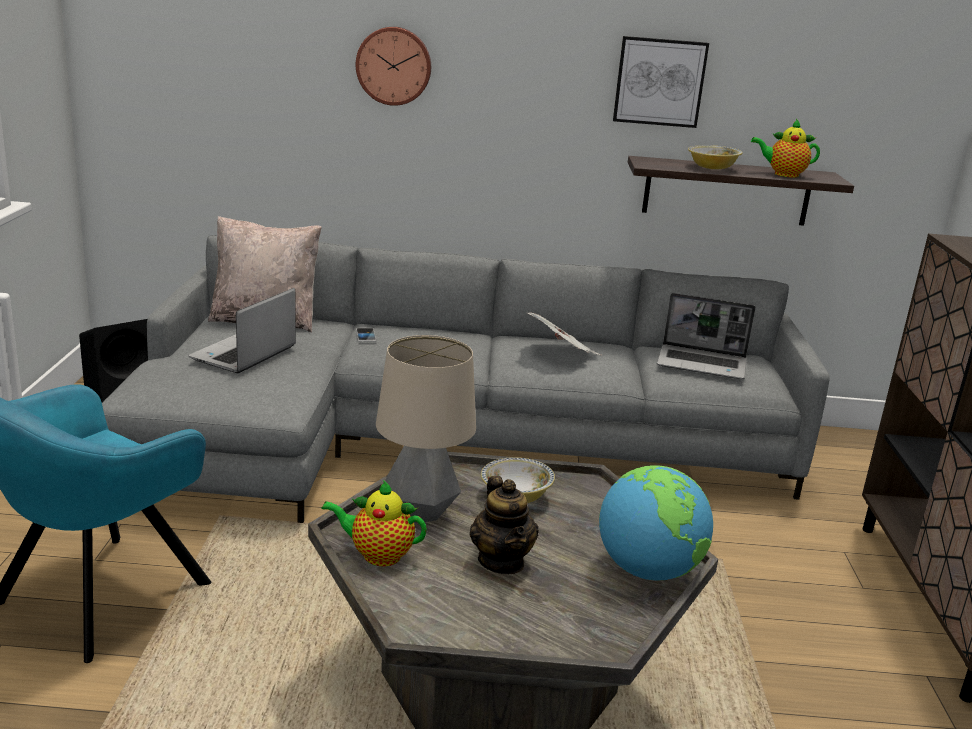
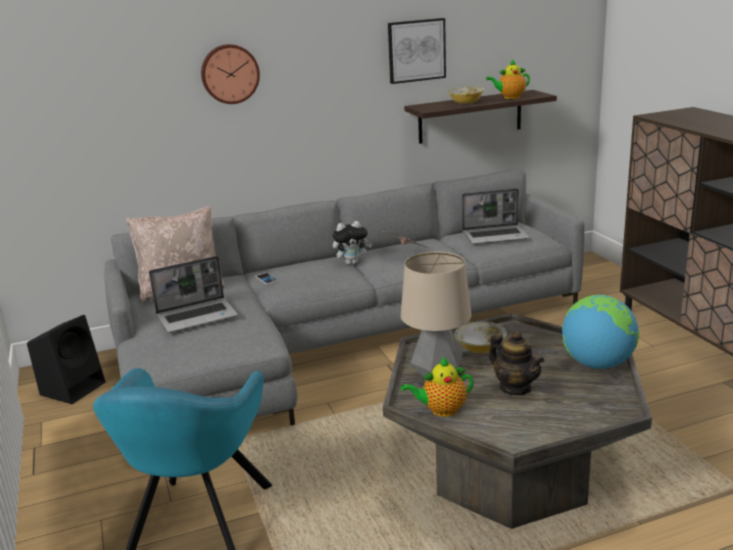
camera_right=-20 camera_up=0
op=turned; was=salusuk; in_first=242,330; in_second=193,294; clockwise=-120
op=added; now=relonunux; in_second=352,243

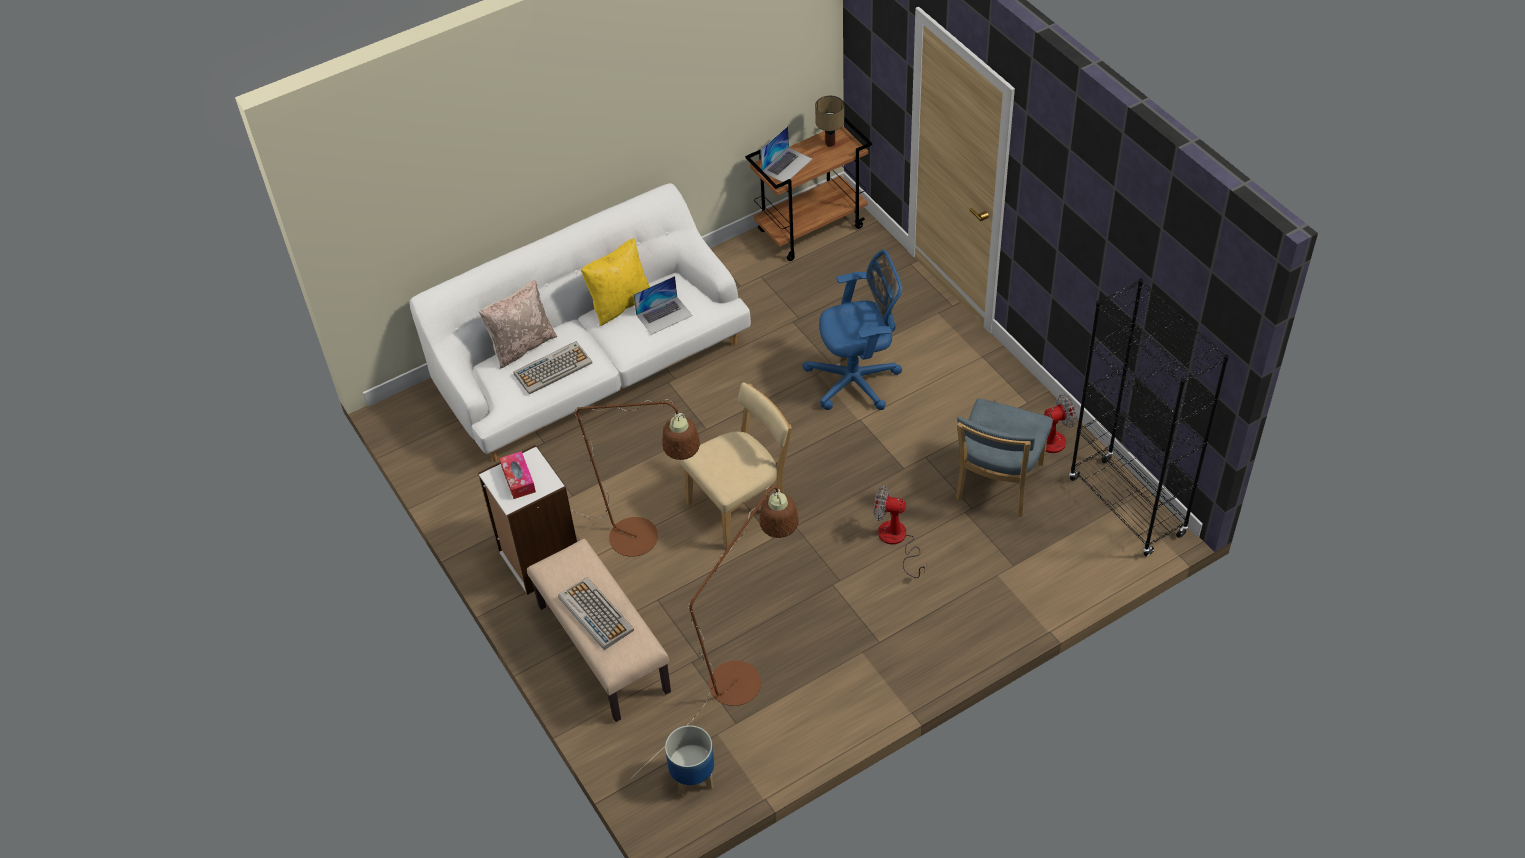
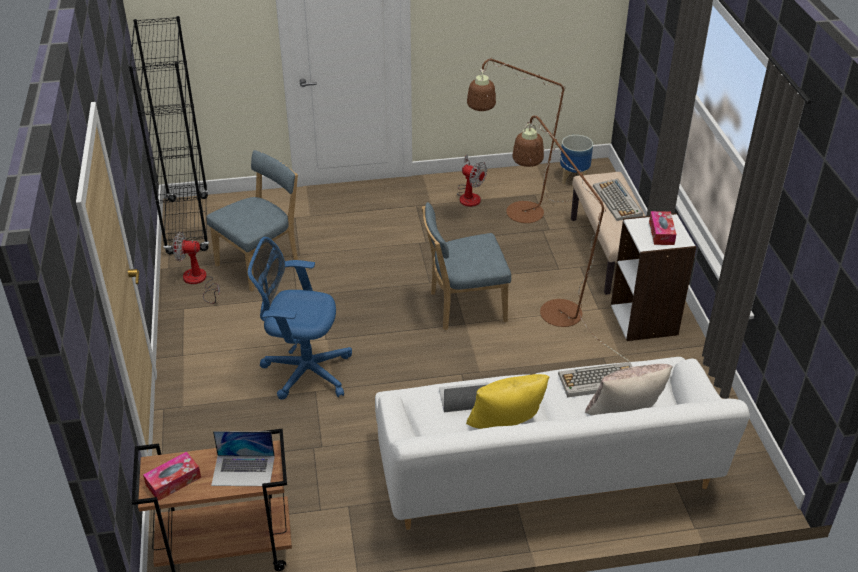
camera_right=-160 camera_up=-10
op=recoloured; was=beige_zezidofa; now=blue_zezidofa; in_first=736,466; in_second=466,266
op=turned; was=salusuk; in_first=786,154; in_second=243,458; clockwise=-150
op=replaced; was=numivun; now=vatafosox; in_first=829,121; in_second=172,476
op=moved; was=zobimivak; in_first=900,532; in_second=472,180

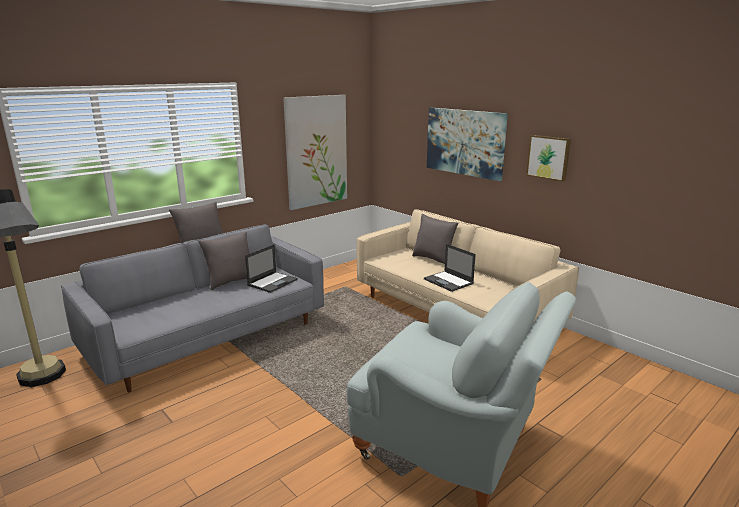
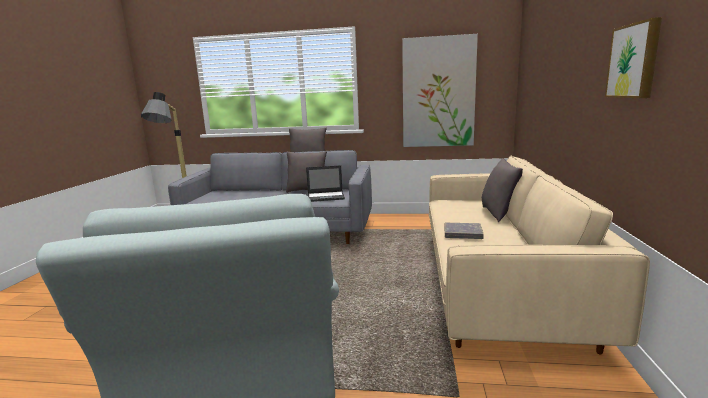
camera_right=50 camera_up=-5
op=replaced; was=salusuk; now=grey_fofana; in_first=450,268; in_second=464,231
op=removed; was=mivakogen; in_first=467,144

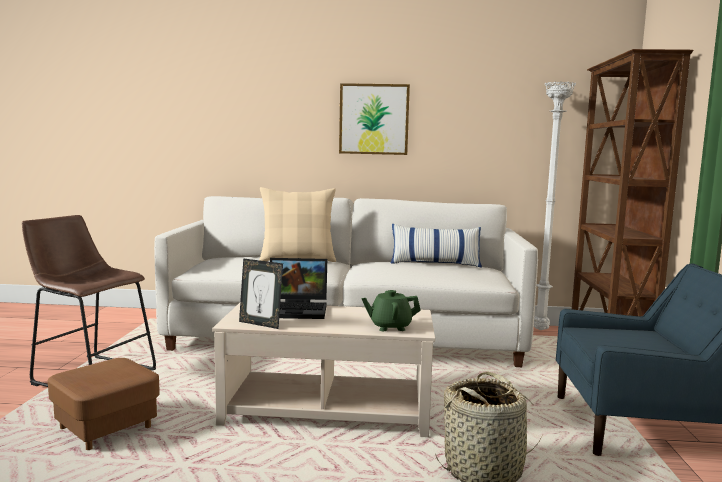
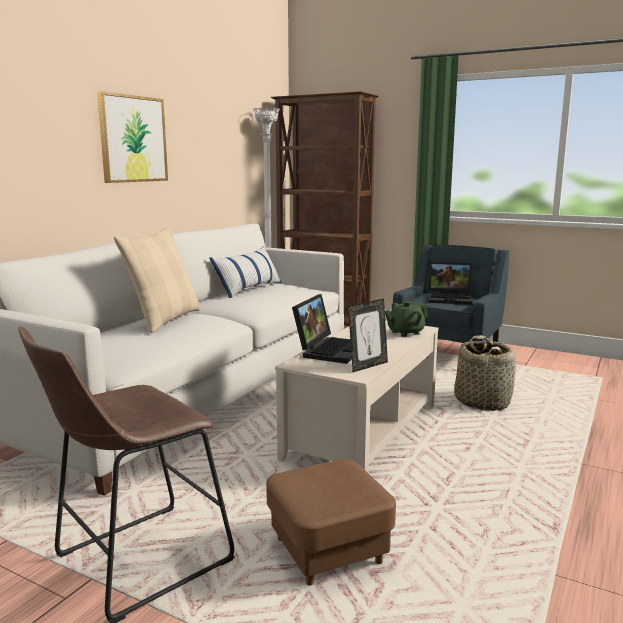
camera_right=-65 camera_up=5
op=turned; was=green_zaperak; in_first=391,310; in_second=406,319; clockwise=45
op=added; now=salusuk; in_second=450,283

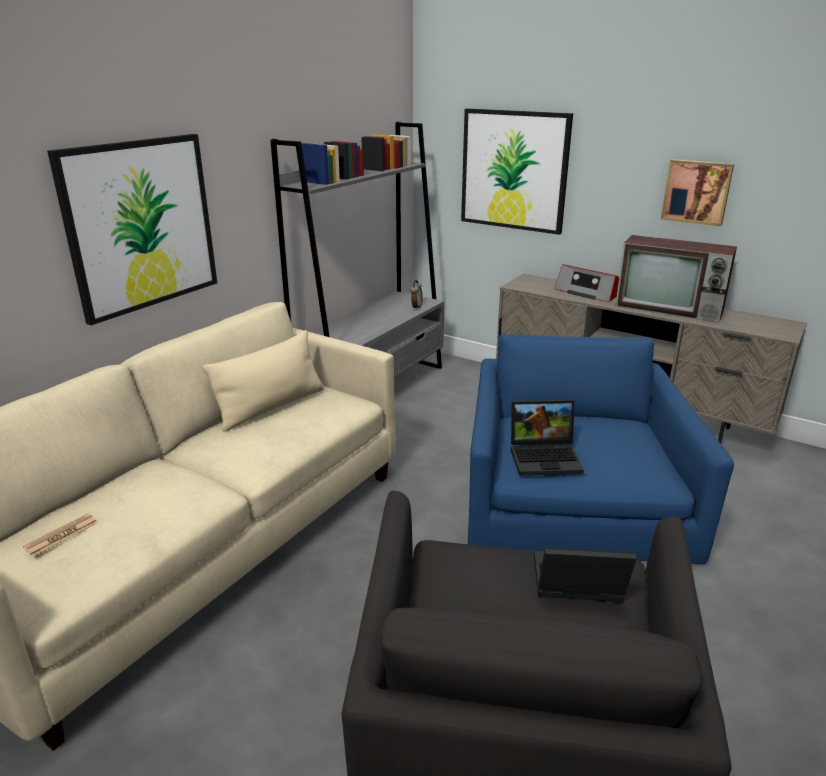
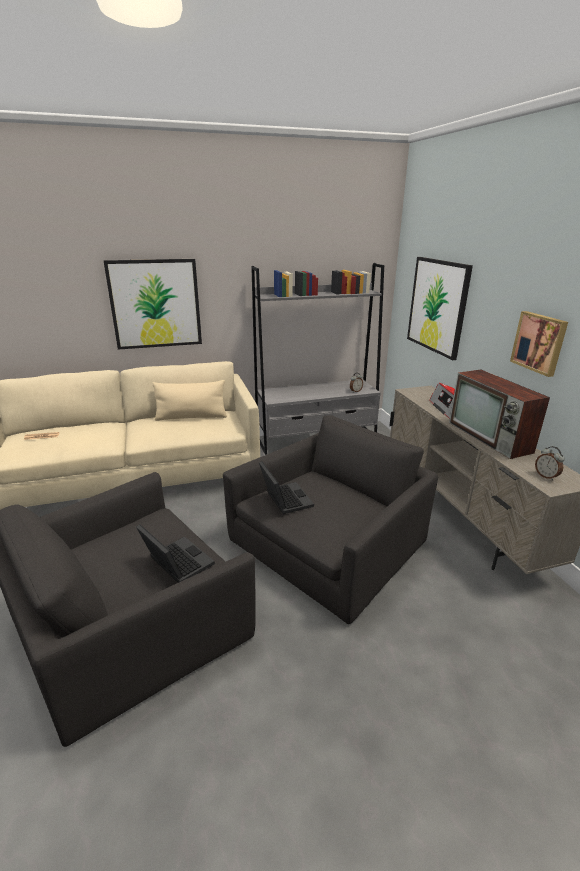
camera_right=40 camera_up=0
op=recoloured; was=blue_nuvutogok; now=black_nuvutogok; in_first=601,449; in_second=330,519
op=turned; was=salusuk; in_first=547,438; in_second=286,487; clockwise=-150
op=added; now=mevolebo; in_second=550,463

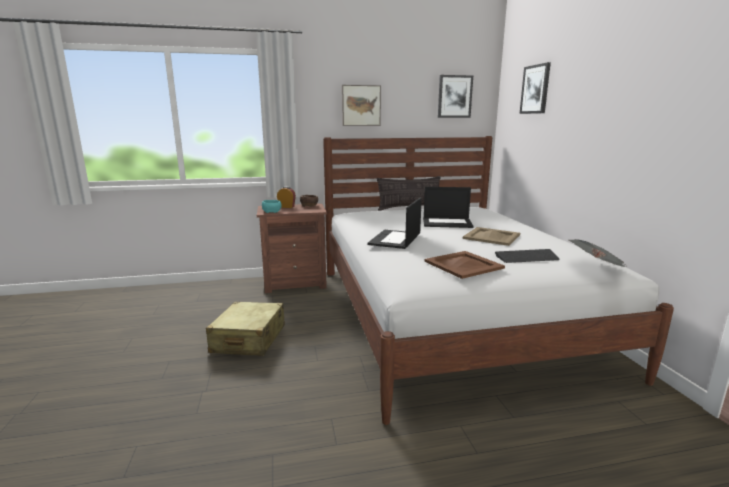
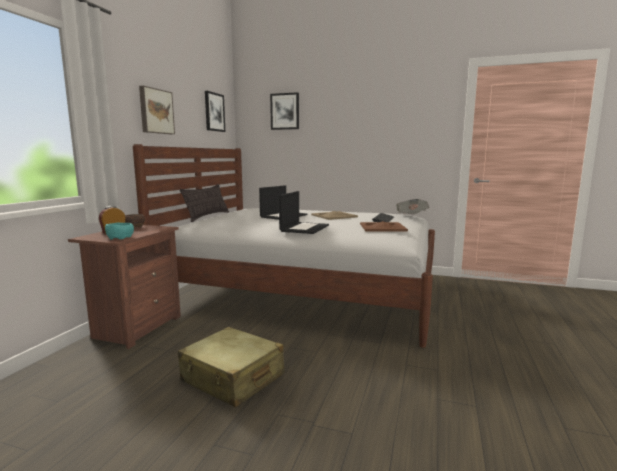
camera_right=-60 camera_up=-5
op=turned; was=salusuk; in_first=394,223; in_second=304,212; clockwise=-120

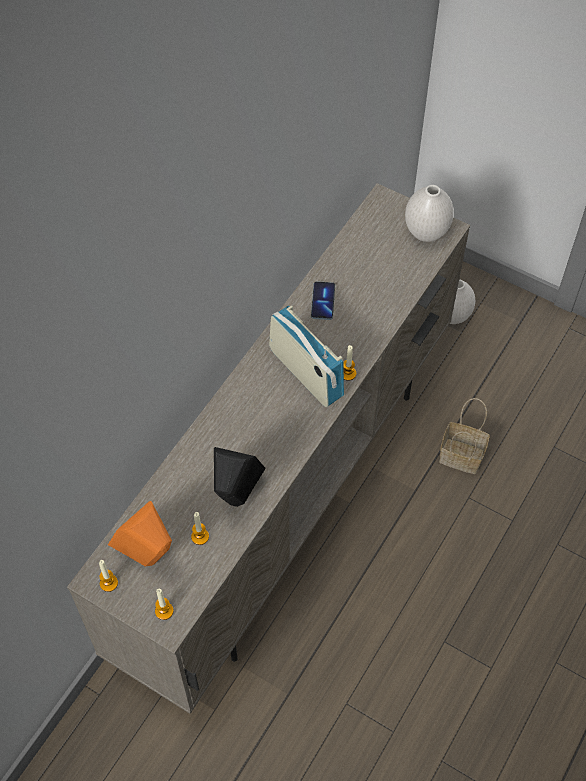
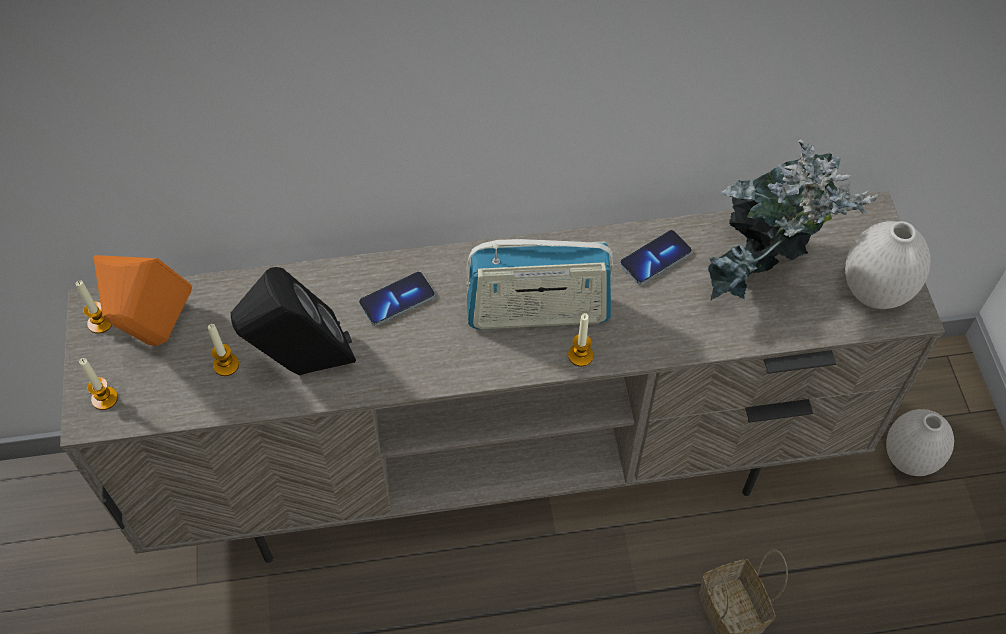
camera_right=50 camera_up=0
op=turned; was=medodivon; in_first=306,356; in_second=540,284; clockwise=75
op=added; now=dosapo; in_second=397,298
op=added; now=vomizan; in_second=793,219

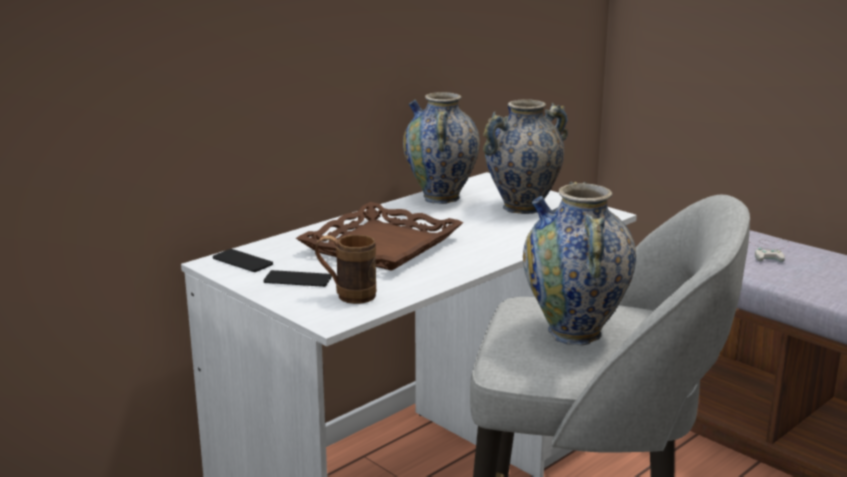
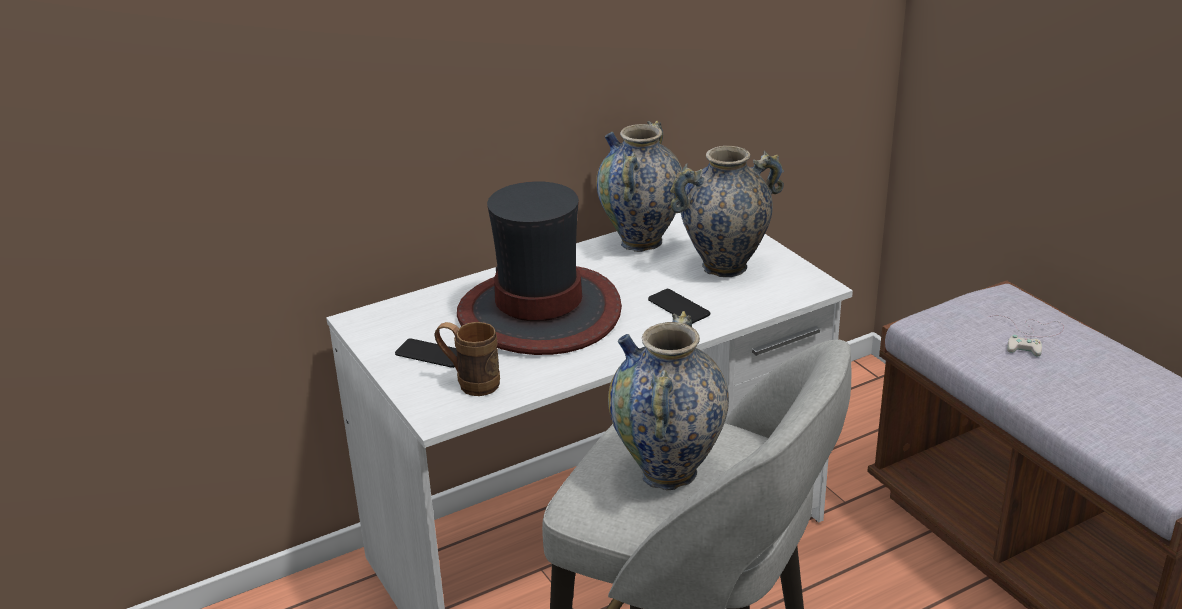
camera_right=15 camera_up=10
op=moved; was=dosapo; in_first=243,260; in_second=679,306
op=replaced; was=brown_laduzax; now=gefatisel; in_first=380,236; in_second=539,268

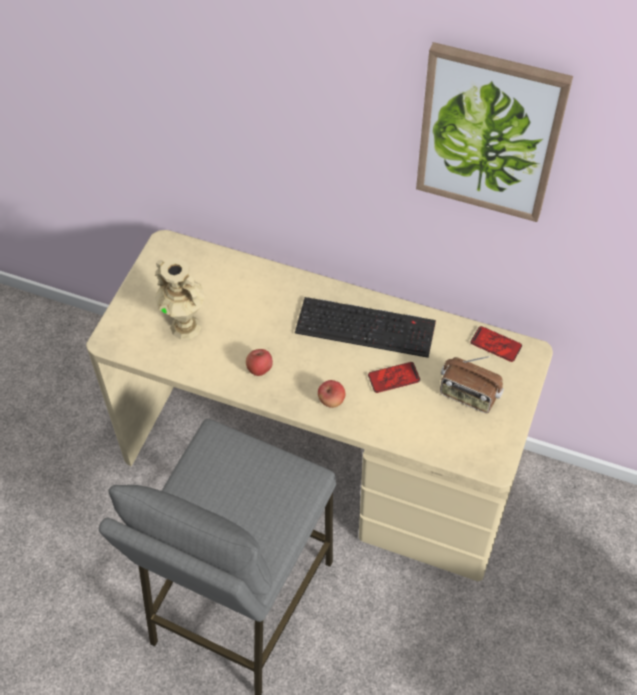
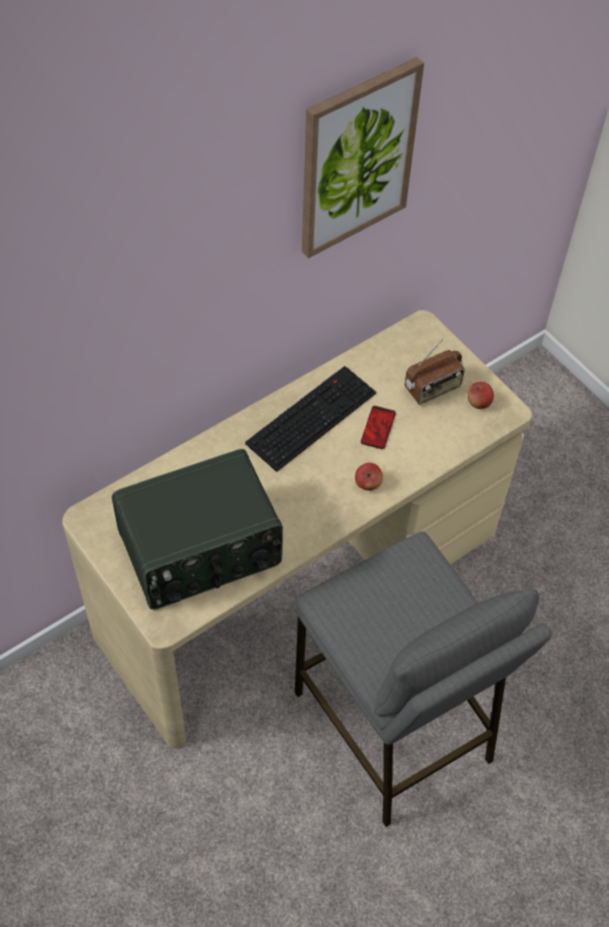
camera_right=-60 camera_up=0
op=replaced; was=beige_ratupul; now=medodivon; in_first=180,299; in_second=197,529
op=moved; was=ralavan; in_first=259,362; in_second=480,395
op=removed; was=dosapo; in_first=496,344

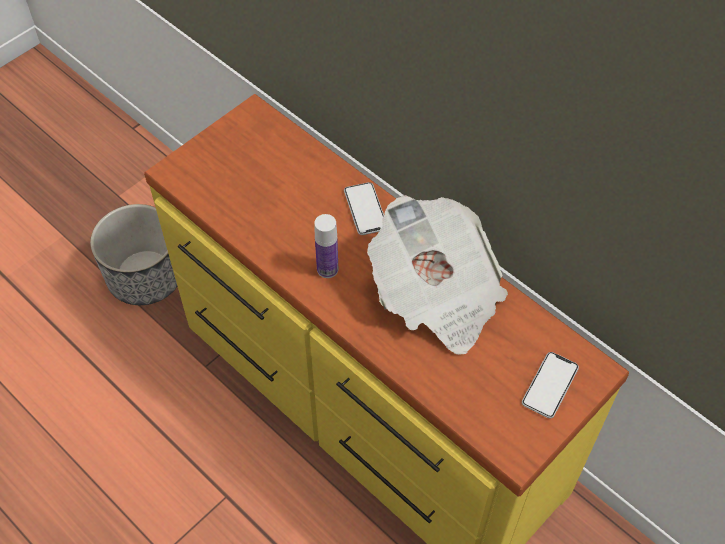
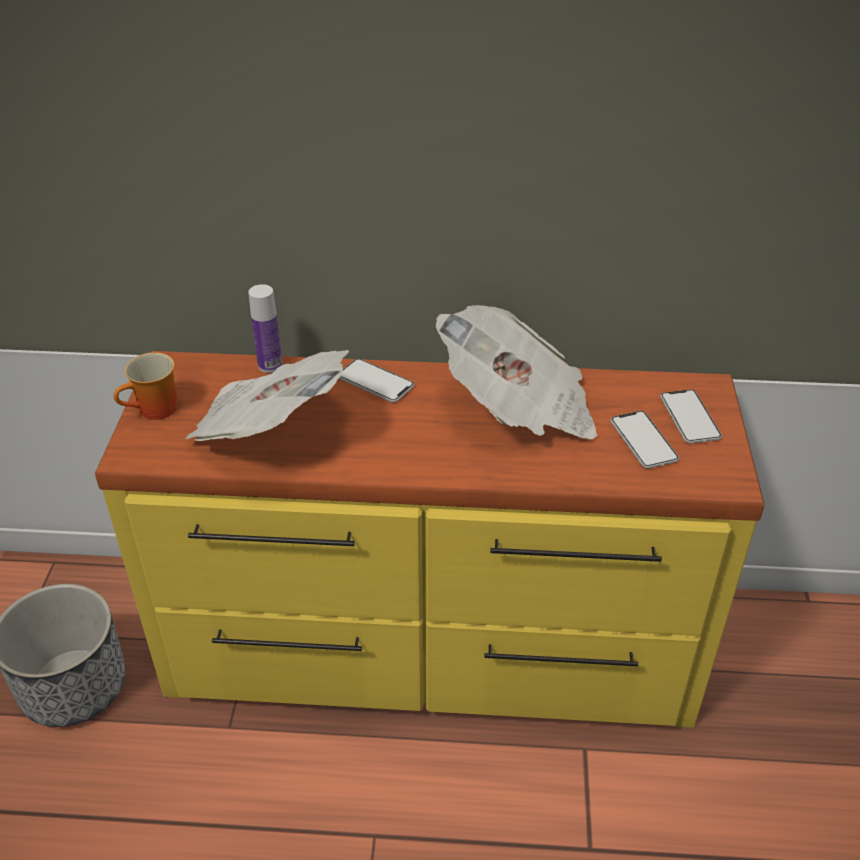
camera_right=-40 camera_up=-15
op=moved; was=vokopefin; in_first=326,246; in_second=265,328
op=added; now=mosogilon; in_second=146,386
op=added; now=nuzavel; in_second=267,395
op=added; now=dosapo; in_second=644,440

